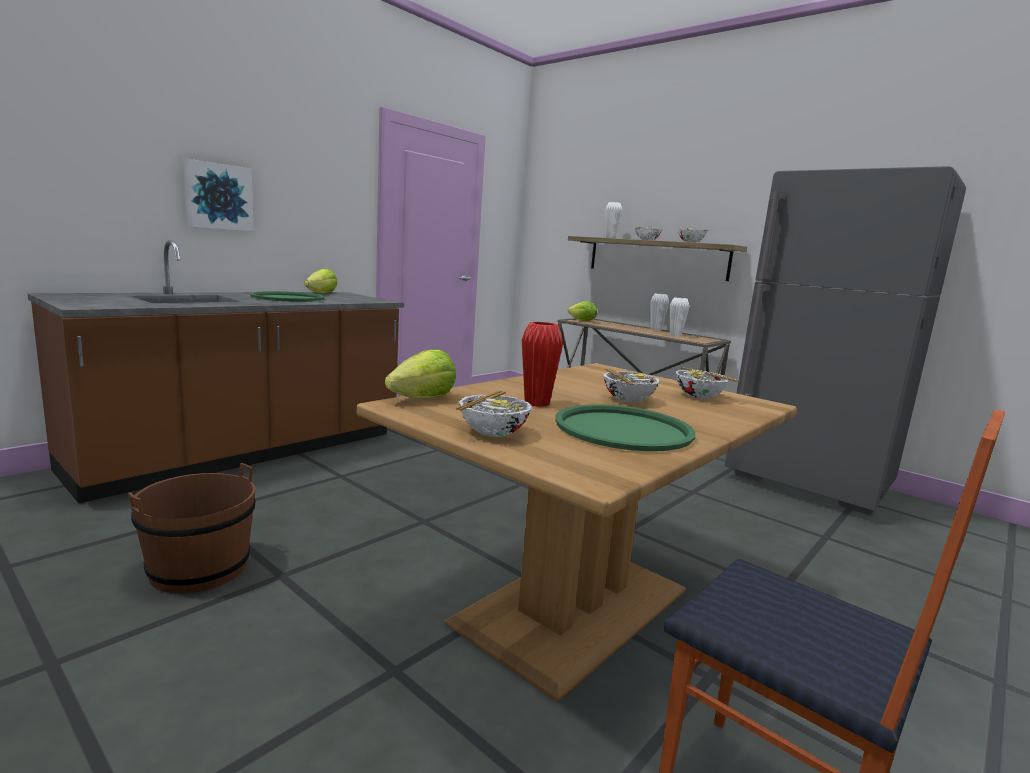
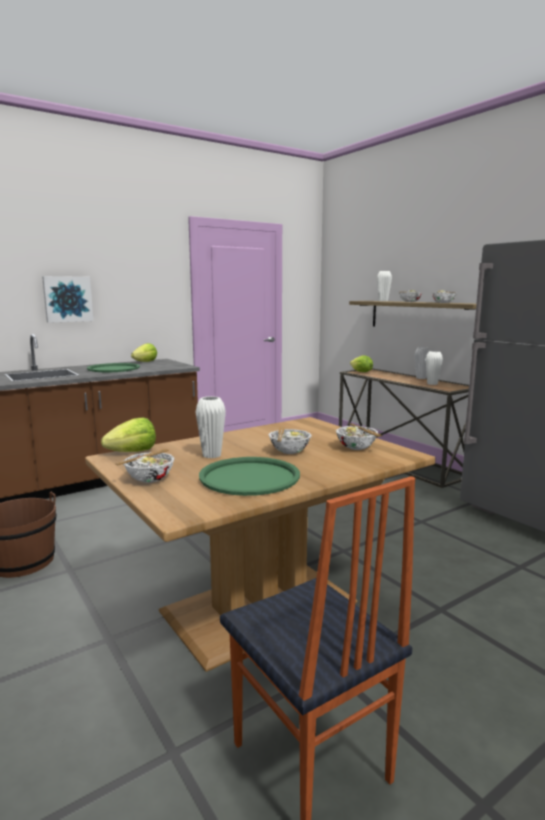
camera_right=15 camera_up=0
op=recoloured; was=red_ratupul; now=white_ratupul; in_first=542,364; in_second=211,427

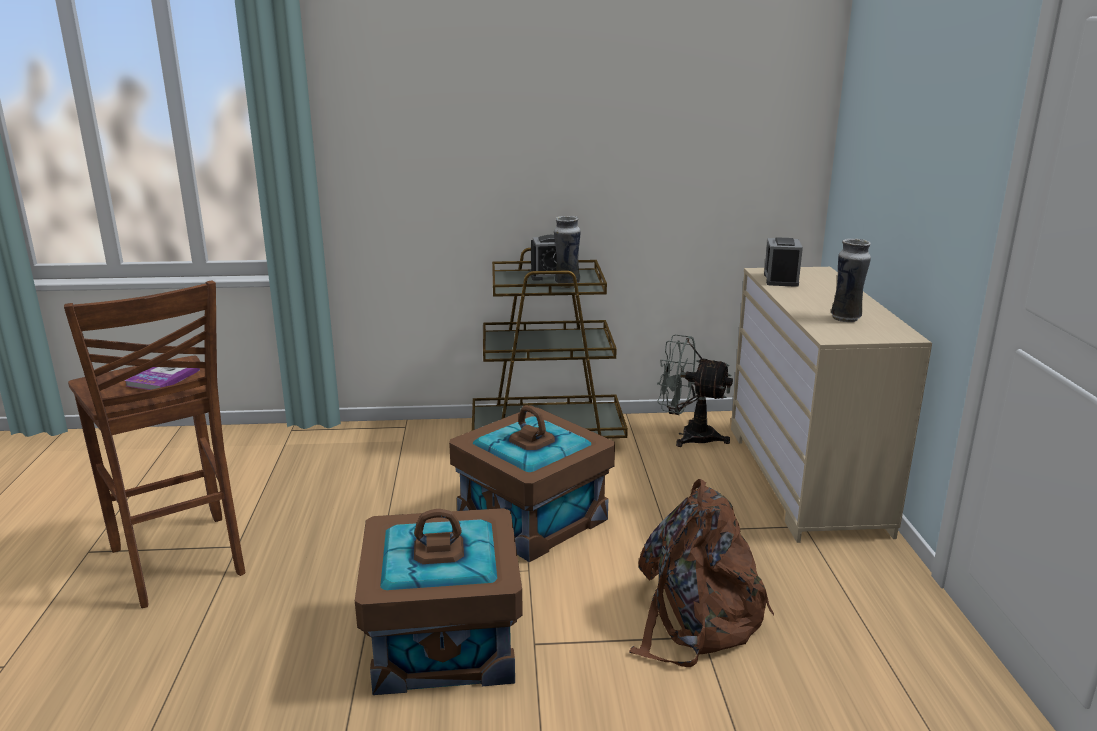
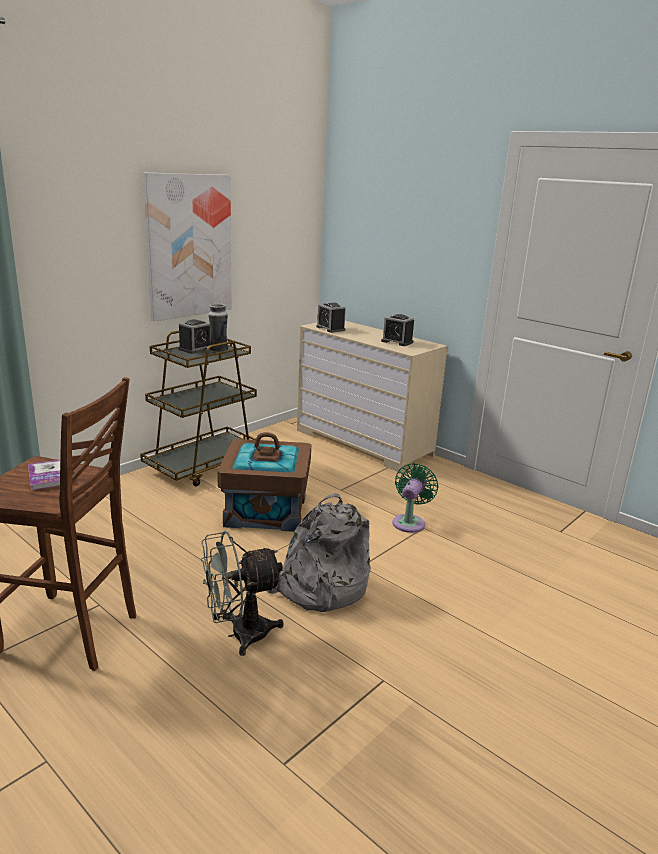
camera_right=-45 camera_up=0
op=replaced; was=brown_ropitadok; now=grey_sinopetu; in_first=439,601; in_second=319,552
op=replaced; was=brown_sinopetu; now=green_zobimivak; in_first=701,573; in_second=415,498
op=moved; was=grey_zobimivak; in_first=695,390; in_second=242,593
op=replaced; was=ratupul; now=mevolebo; in_first=851,280; in_second=397,330
op=added; now=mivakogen; in_second=187,247

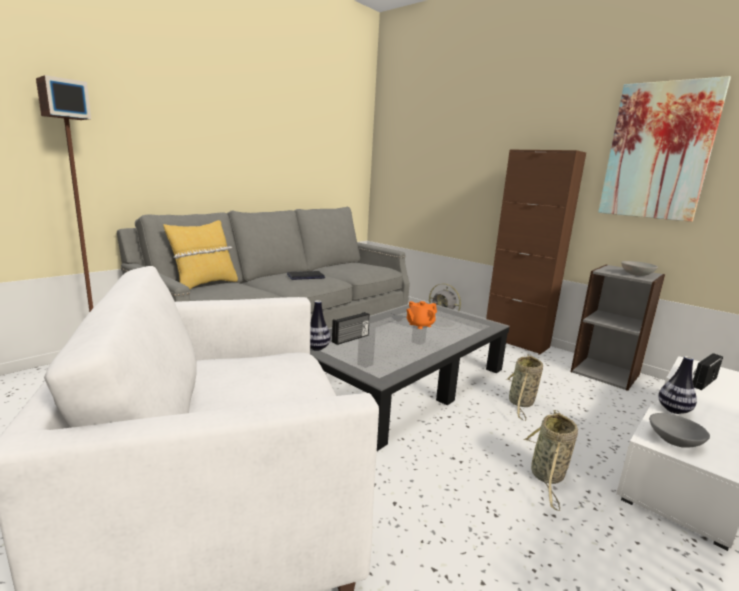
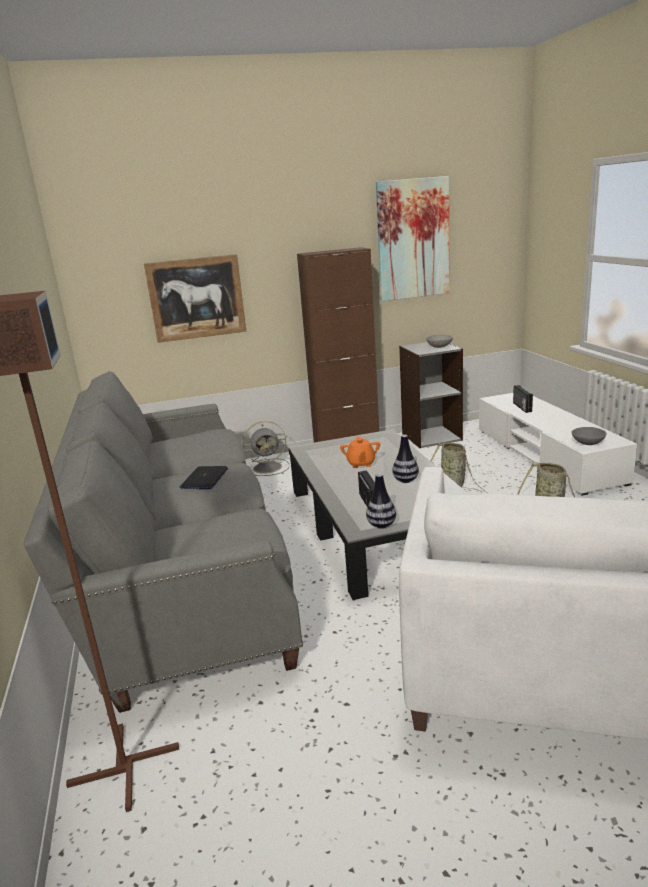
camera_right=-55 camera_up=5
op=removed; was=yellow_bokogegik; in_first=200,254
op=moved; was=ratupul; in_first=677,385; in_second=405,459
op=added; now=mivakogen; in_second=195,298

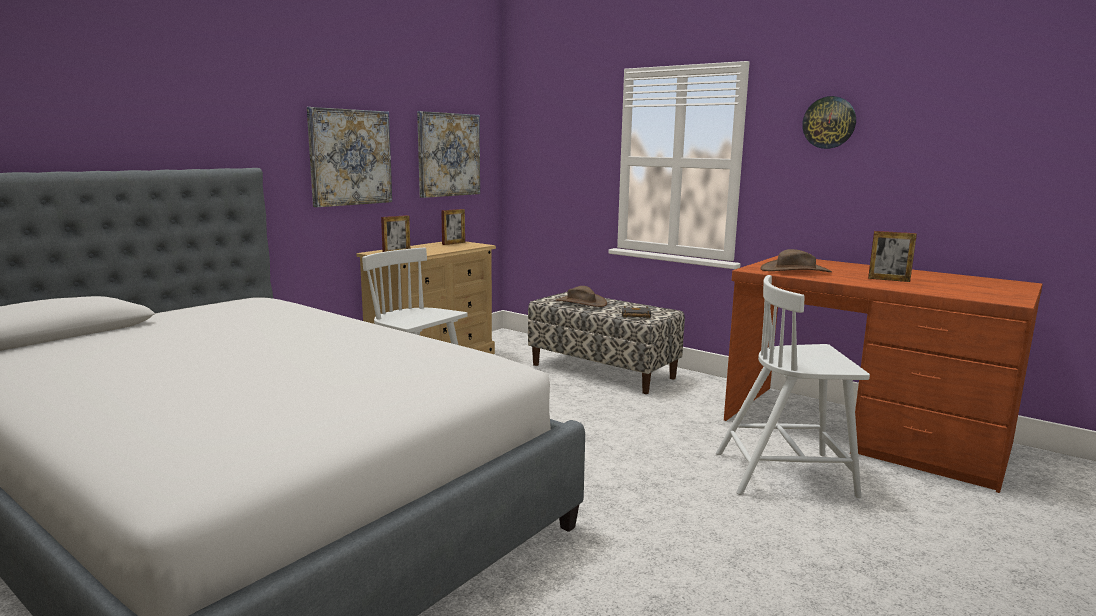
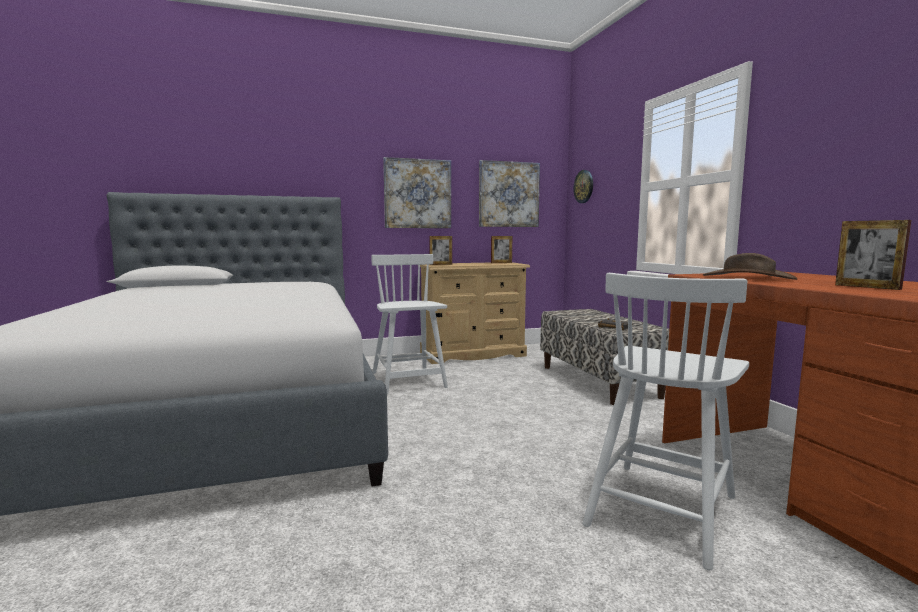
camera_right=35 camera_up=-5
op=removed; was=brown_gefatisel; in_first=581,296
op=turned; was=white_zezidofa; in_first=793,386; in_second=666,421; clockwise=-90
op=moved; was=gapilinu; in_first=829,122; in_second=583,186

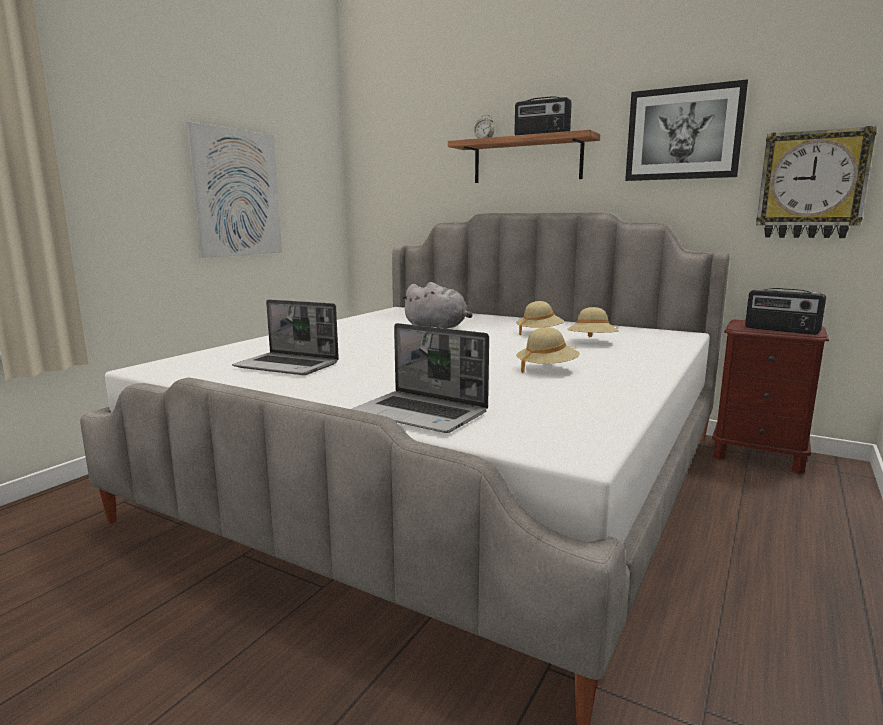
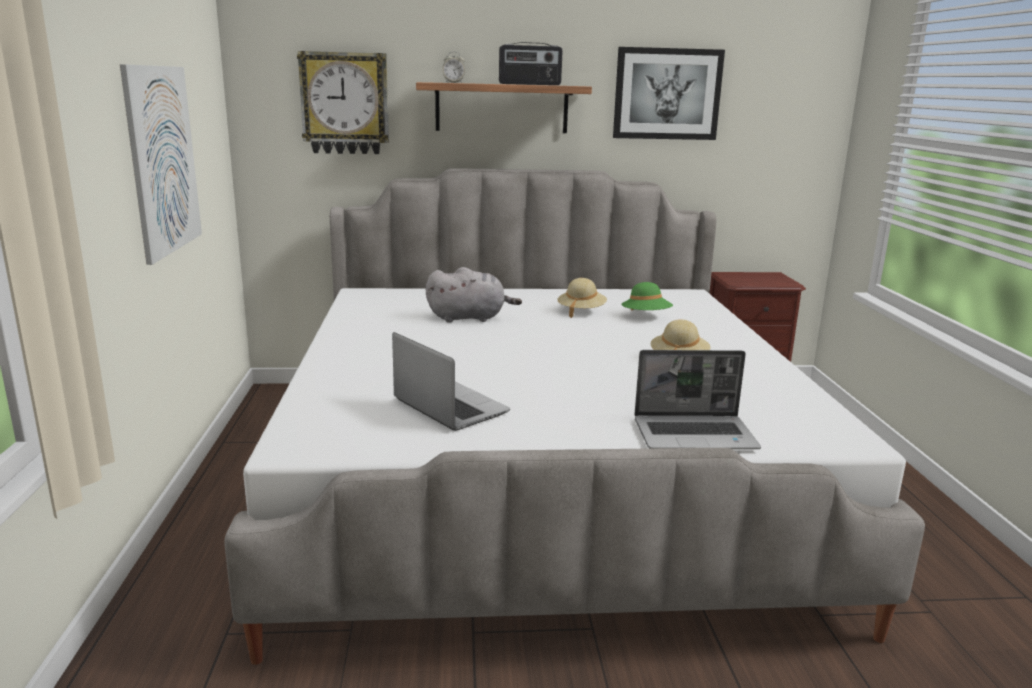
camera_right=-35 camera_up=5
op=turned; was=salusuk; in_first=285,337; in_second=451,381; clockwise=-120
op=recoloured; was=beige_gefatisel; now=green_gefatisel; in_first=593,322; in_second=647,296
op=removed; was=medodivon; in_first=785,311
op=moved; was=gapilinu; in_first=816,182; in_second=343,102

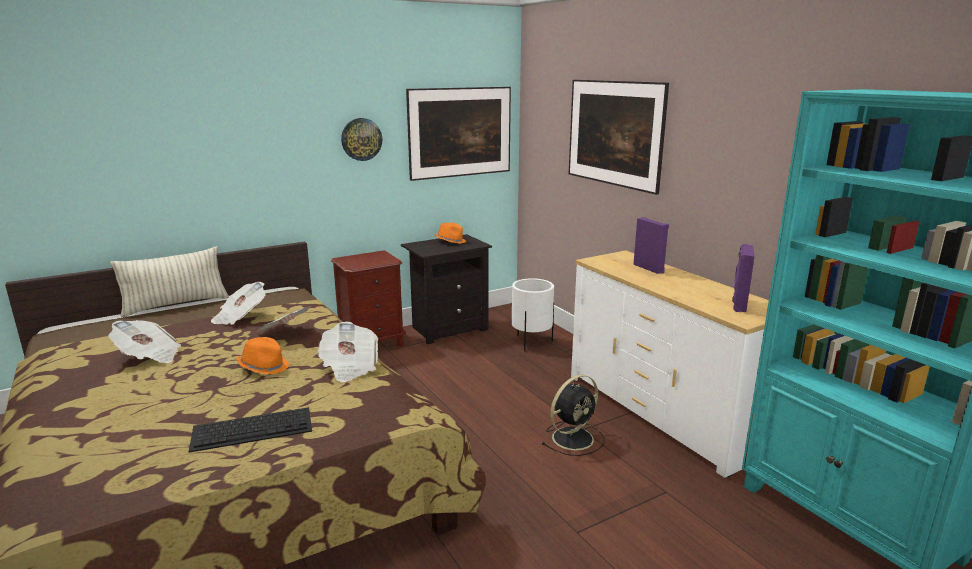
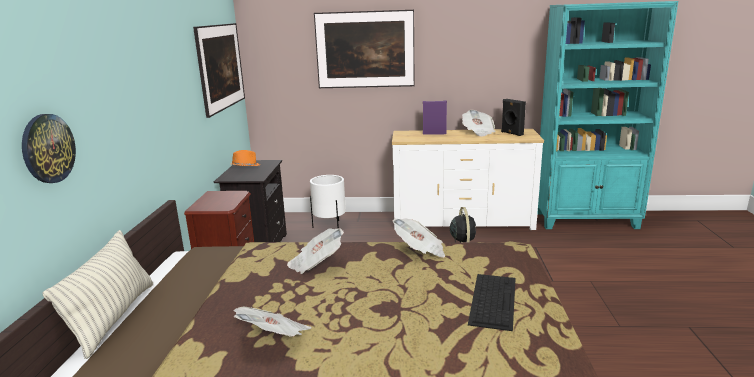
camera_right=-55 camera_up=0
op=moved; was=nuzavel; in_first=238,303; in_second=479,123
op=removed; was=orange_gefatisel; in_first=263,355
op=moved; was=gapilinu; in_first=361,139; in_second=49,148
op=recoloured; was=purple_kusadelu; now=black_kusadelu; in_first=743,278; in_second=513,117

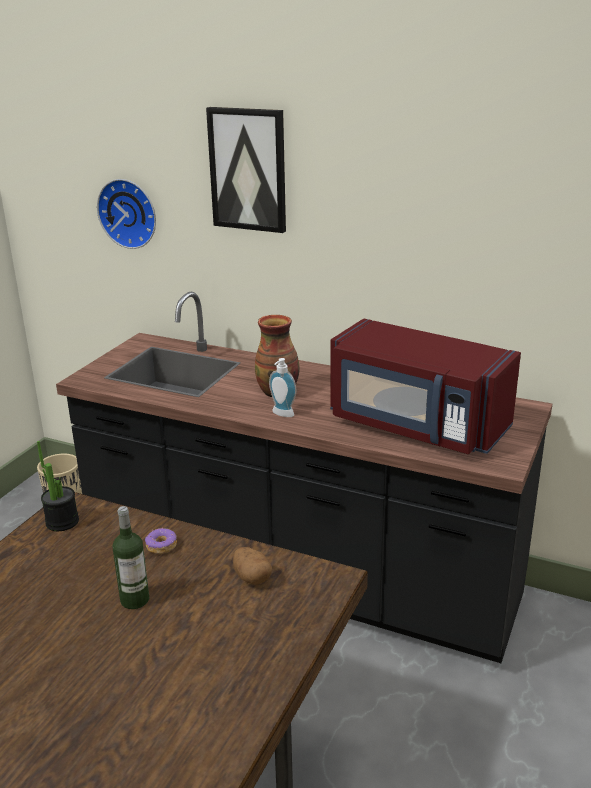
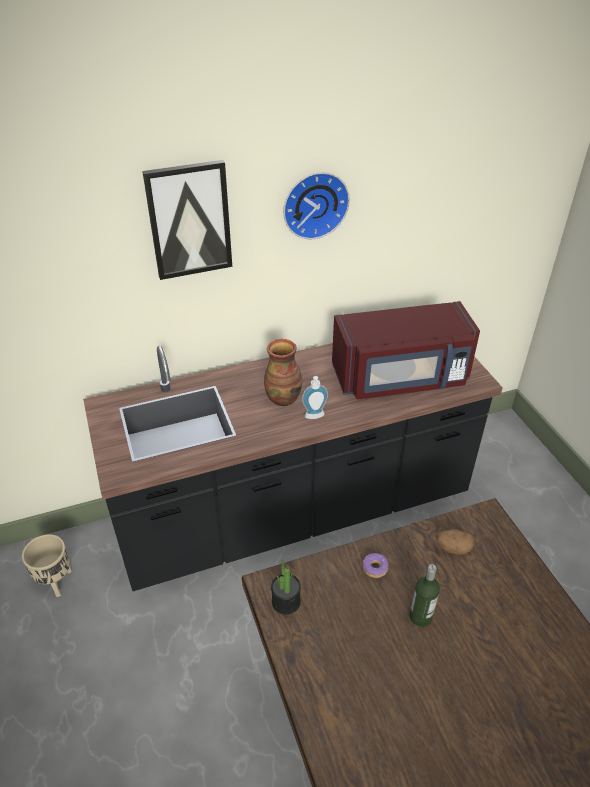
camera_right=-45 camera_up=15
op=moved; was=gapilinu; in_first=126,214; in_second=316,205

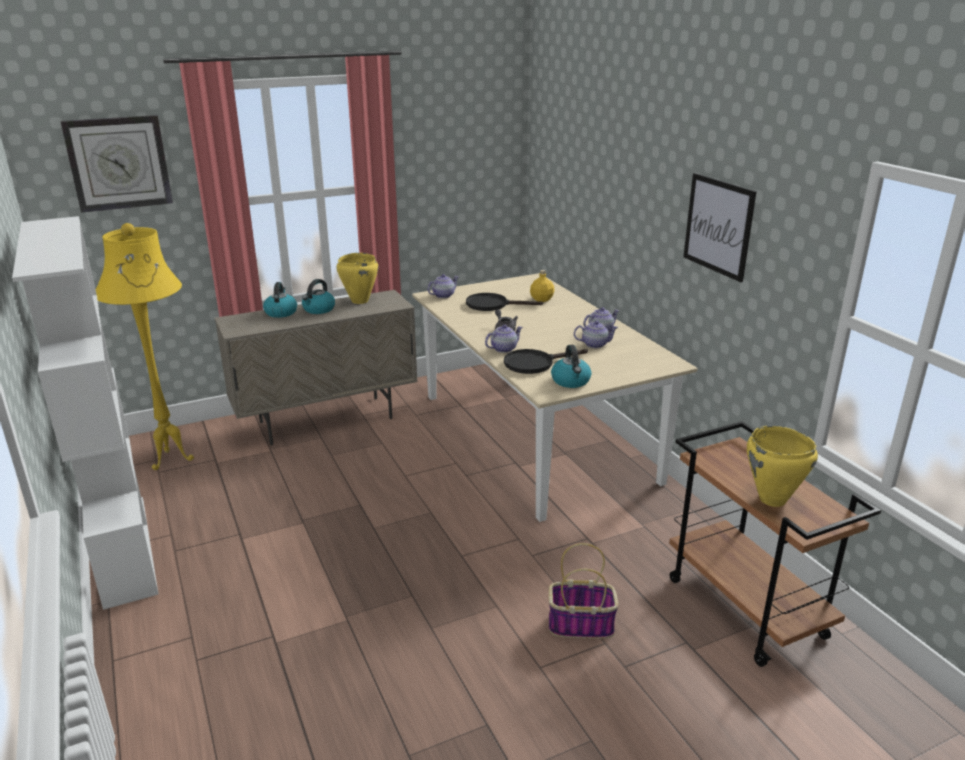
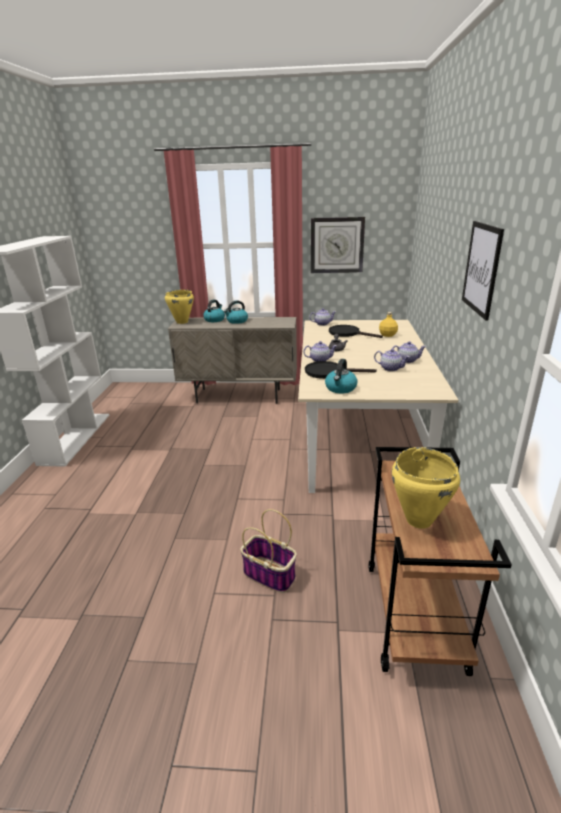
camera_right=30 camera_up=0
op=moved; was=gapilinu; in_first=117,164; in_second=338,245
op=removed; was=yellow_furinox; in_first=145,346
op=moved; was=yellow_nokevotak; in_first=357,278; in_second=179,307

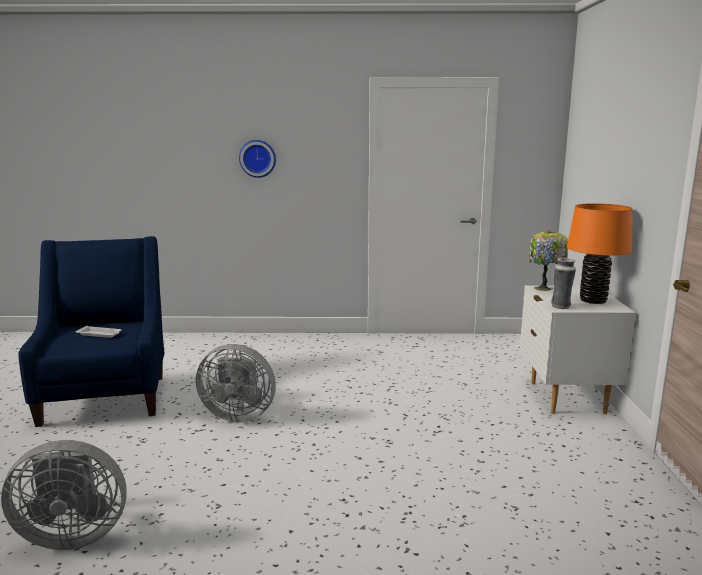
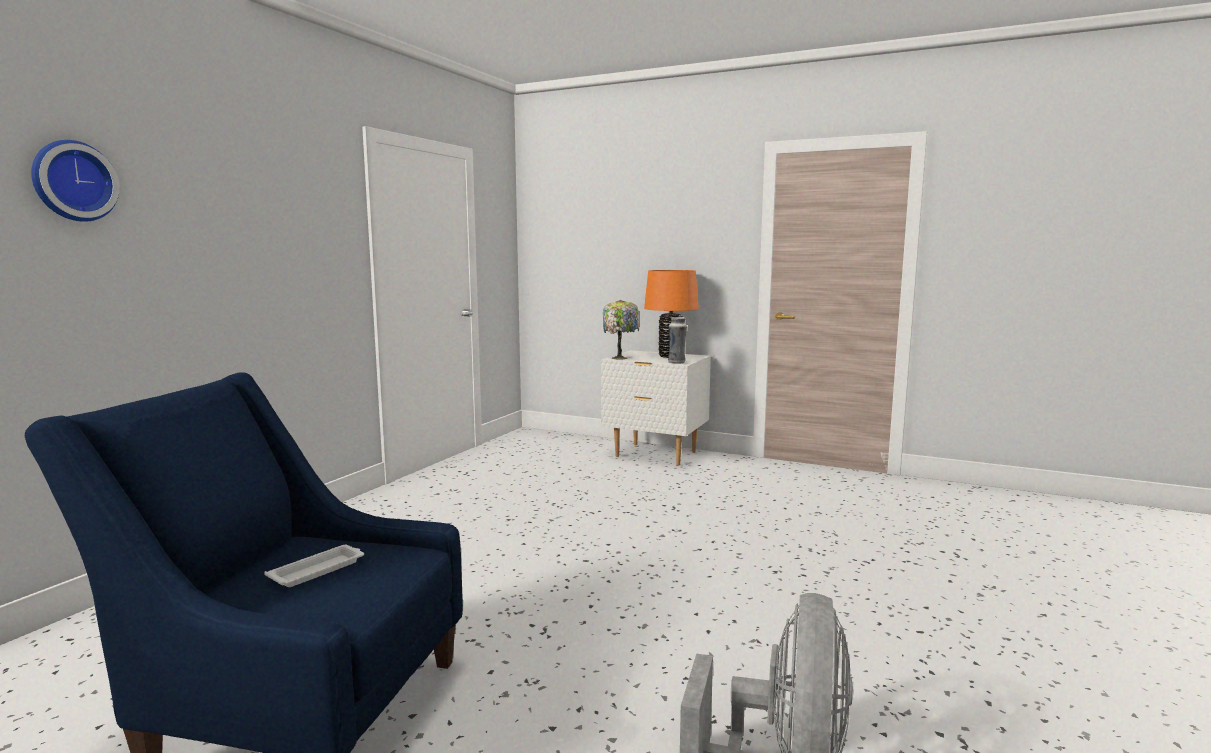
camera_right=-65 camera_up=-5
op=removed; was=grey_zobimivak; in_first=236,383
op=moved; was=gapilinu; in_first=257,159; in_second=75,181

